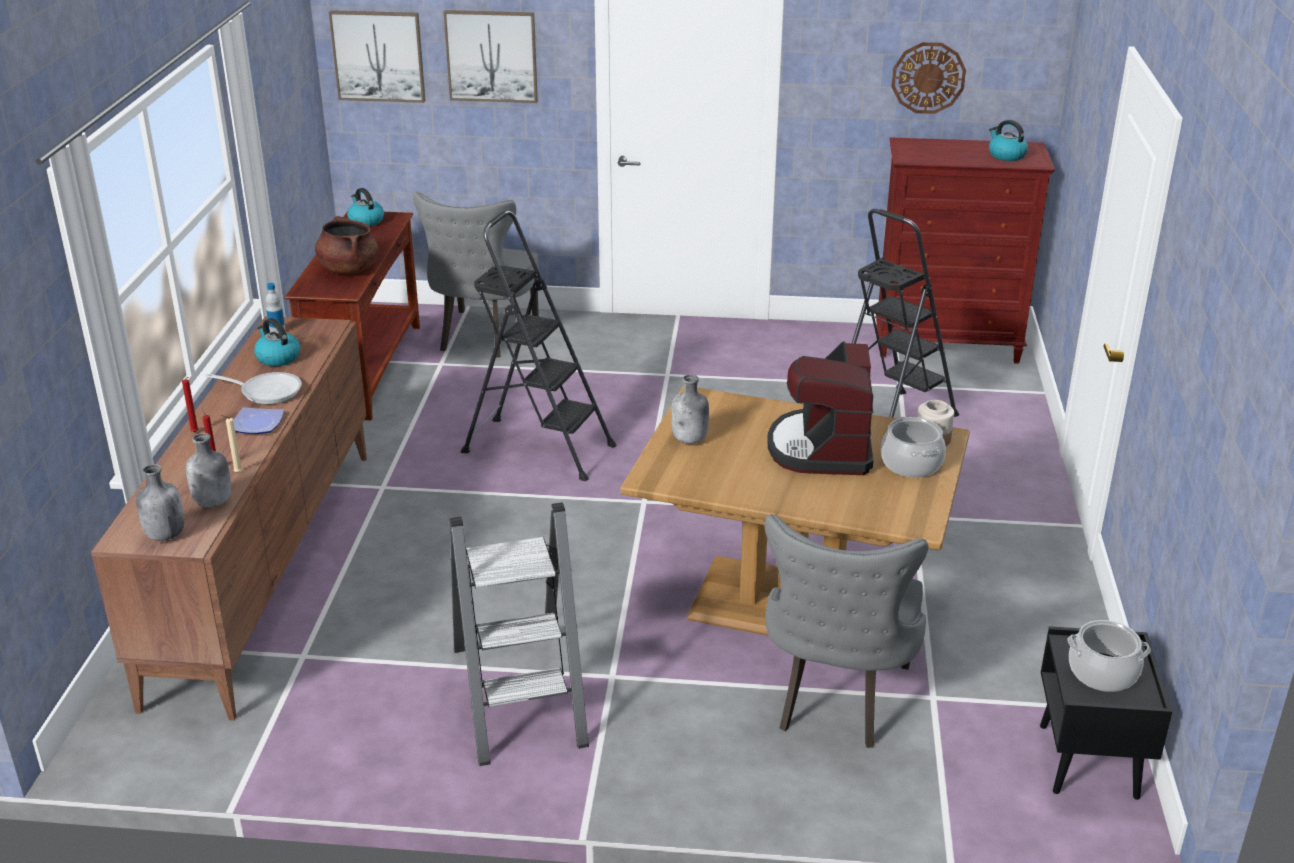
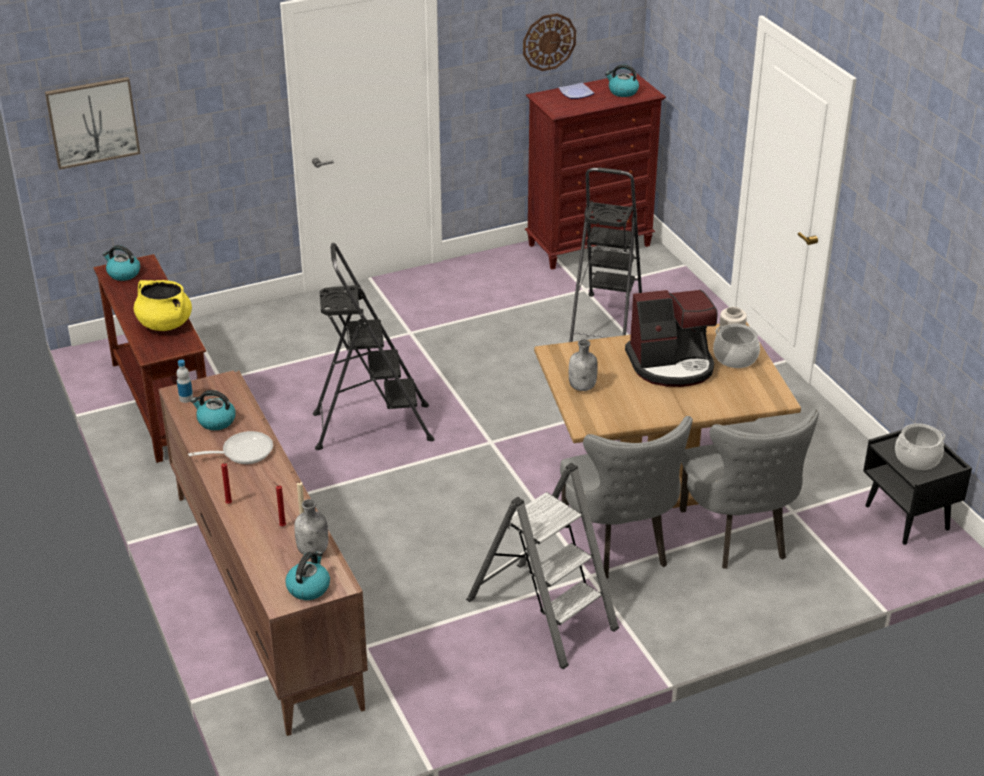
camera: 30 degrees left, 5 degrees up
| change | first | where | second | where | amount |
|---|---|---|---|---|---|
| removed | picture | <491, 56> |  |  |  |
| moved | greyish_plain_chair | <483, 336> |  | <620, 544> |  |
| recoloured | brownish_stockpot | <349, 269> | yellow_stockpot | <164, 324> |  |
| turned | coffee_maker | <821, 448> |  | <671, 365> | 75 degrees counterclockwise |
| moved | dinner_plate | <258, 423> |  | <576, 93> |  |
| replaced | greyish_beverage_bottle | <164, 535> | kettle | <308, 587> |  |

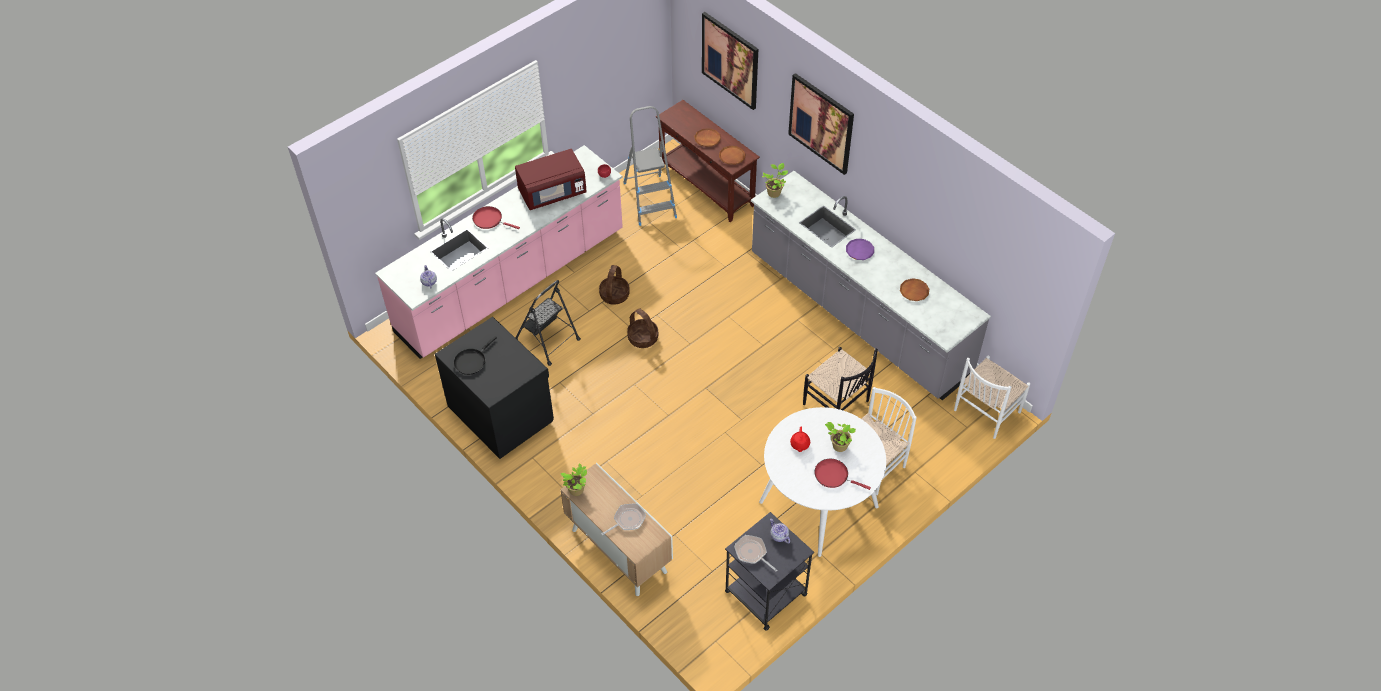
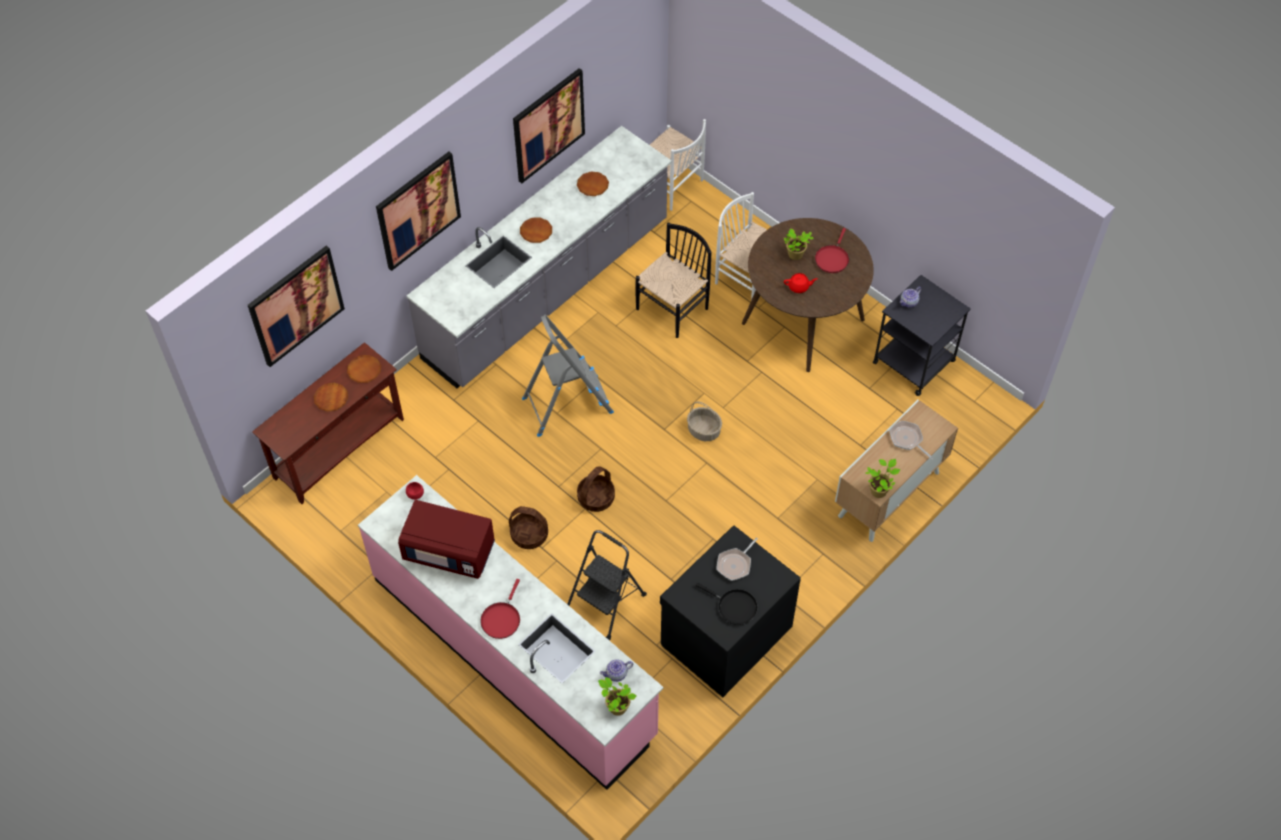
camera: 95 degrees left, 5 degrees up
| change | first | where | second | where | amount |
|---|---|---|---|---|---|
| moved | greyish_step_ladder | <650, 200> |  | <568, 405> |  |
| turned | red_microwave | <552, 193> |  | <449, 551> | 135 degrees clockwise |
| moved | potted_plant | <774, 192> |  | <616, 706> |  |
| recoloured | purple-coloured_dinner_plate | <859, 251> | brownish_dinner_plate | <536, 232> |  |
| recoloured | white-coloured_kitchen_table | <818, 504> | brownish_kitchen_table | <803, 322> |  |
| moved | skillet | <752, 553> |  | <735, 564> |  |
| added |  |  | picture | <548, 125> |  |
| added |  |  | storage_basket | <704, 430> |  |

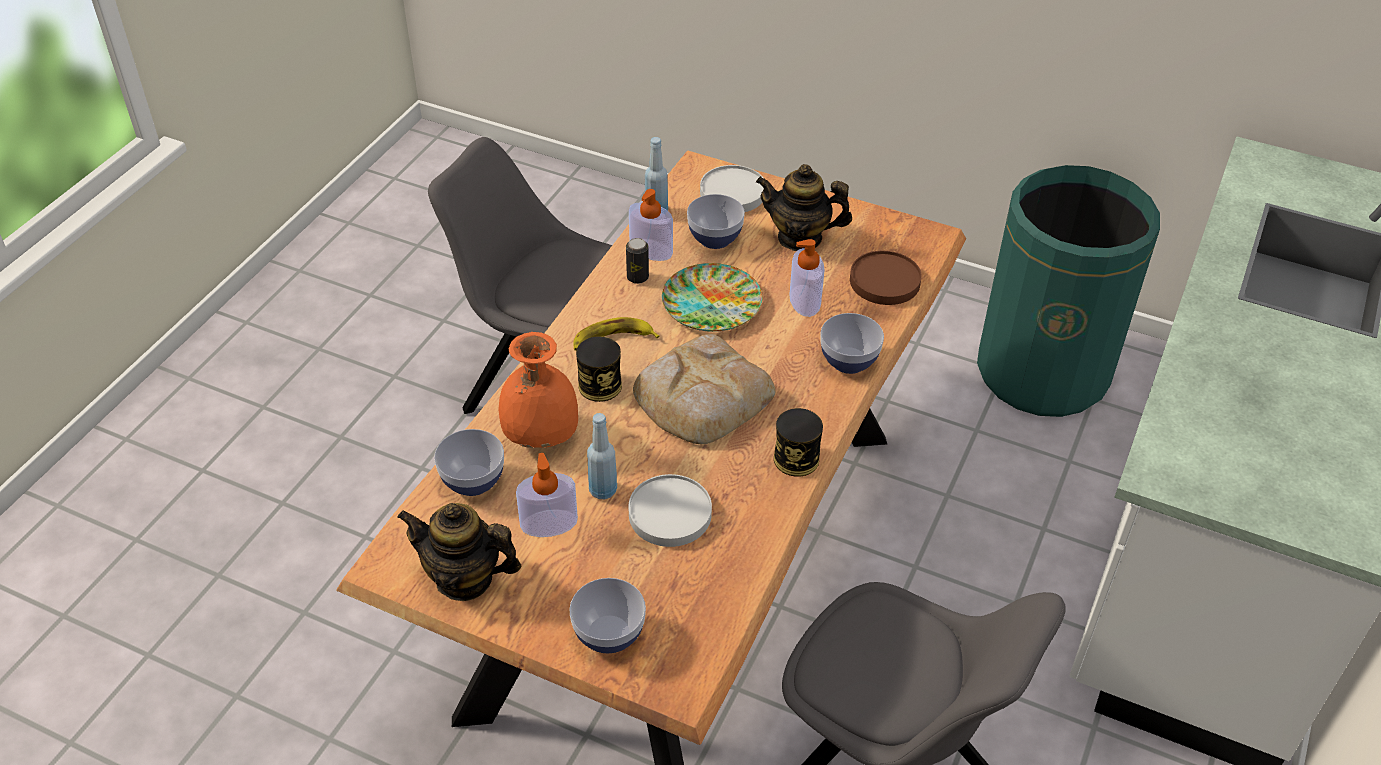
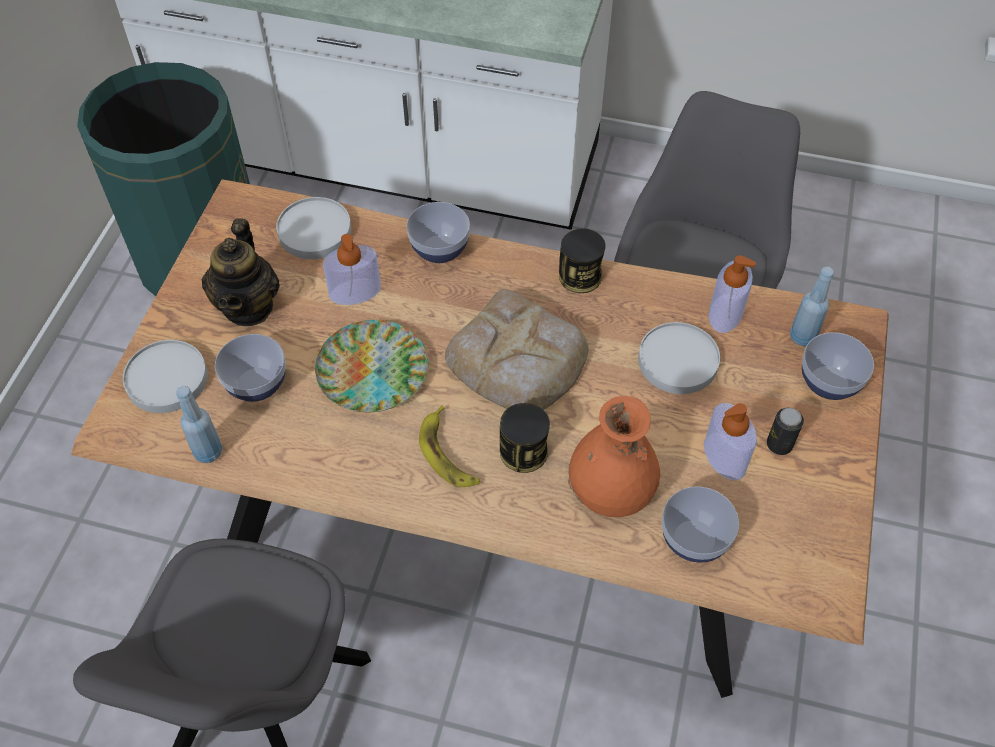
camera: 100 degrees left, 10 degrees up
| change | first | where | second | where | amount |
|---|---|---|---|---|---|
| moved | soap_bottle | <651, 250> |  | <725, 313> |  |
| moved | metal_can | <637, 277> |  | <779, 444> |  |
| recoloured | brownish_dinner_plate | <884, 281> | white-coloured_dinner_plate | <314, 232> |  |
| moved | bluish_beverage_bottle | <603, 490> |  | <802, 337> |  |
| removed | teapot | <464, 578> |  |  |  |

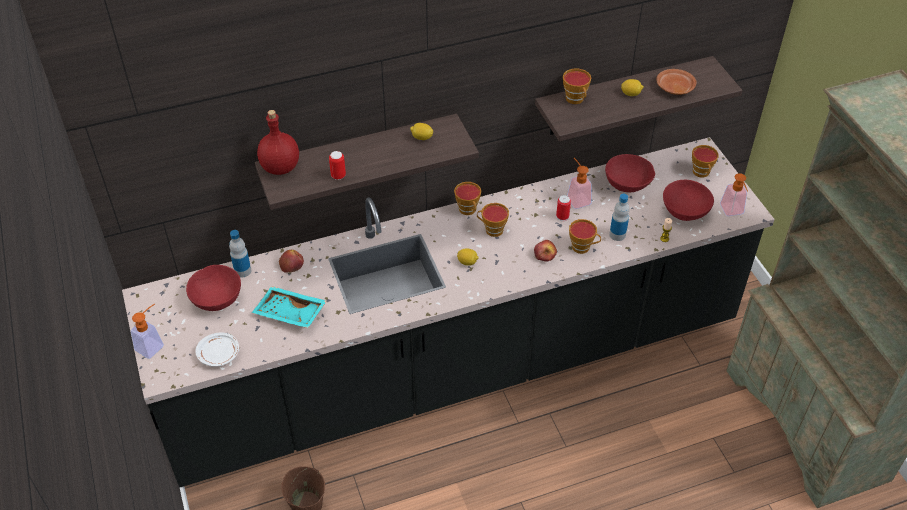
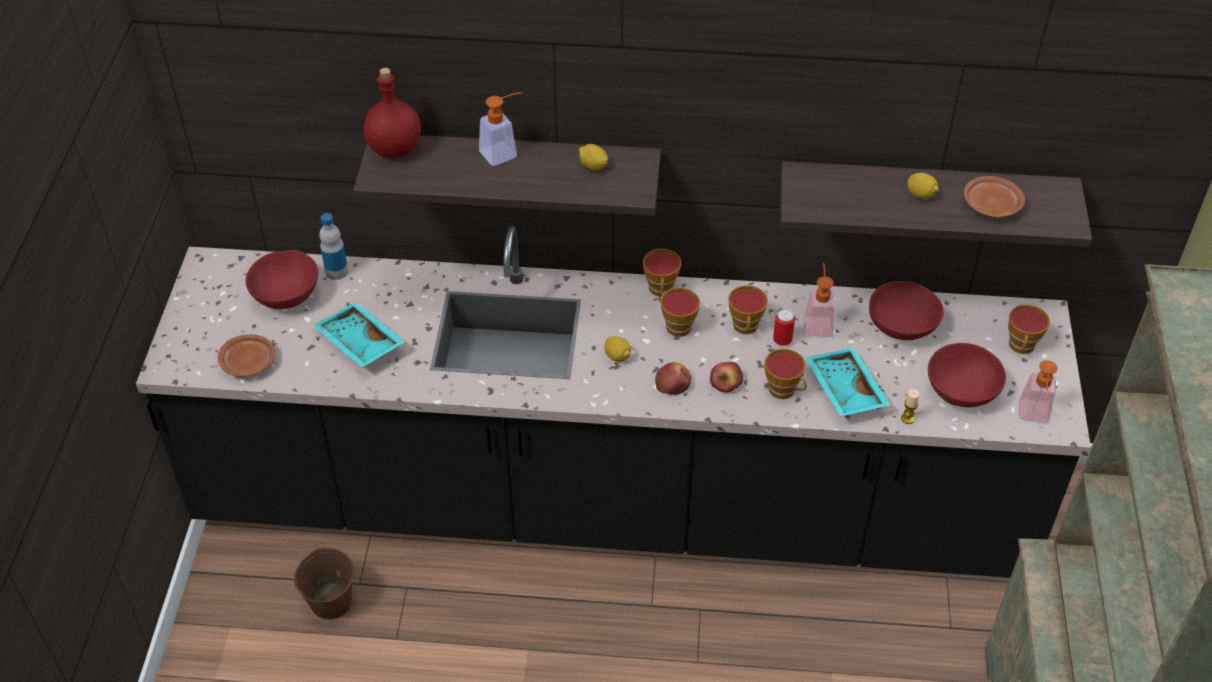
camera: 25 degrees right, 0 degrees up
| change | first | where | second | where | amount |
|---|---|---|---|---|---|
| moved | small_cup | <576, 99> |  | <746, 327> |  |
| removed | metal_can | <338, 176> |  |  |  |
| replaced | beverage_bottle | <617, 235> | turquoise-coloured_carrying_tray | <843, 390> |  |
| moved | apple_fruit | <292, 264> |  | <673, 383> |  |
| moved | soap_bottle | <153, 345> |  | <504, 152> |  |
| recoloured | white-coloured_dinner_plate | <219, 354> | brownish_dinner_plate | <249, 363> |  |

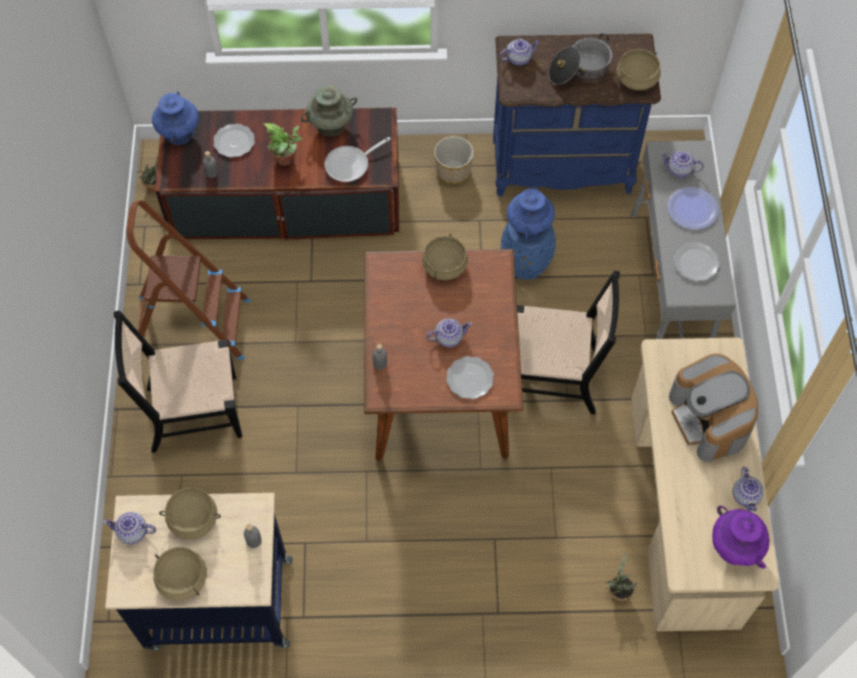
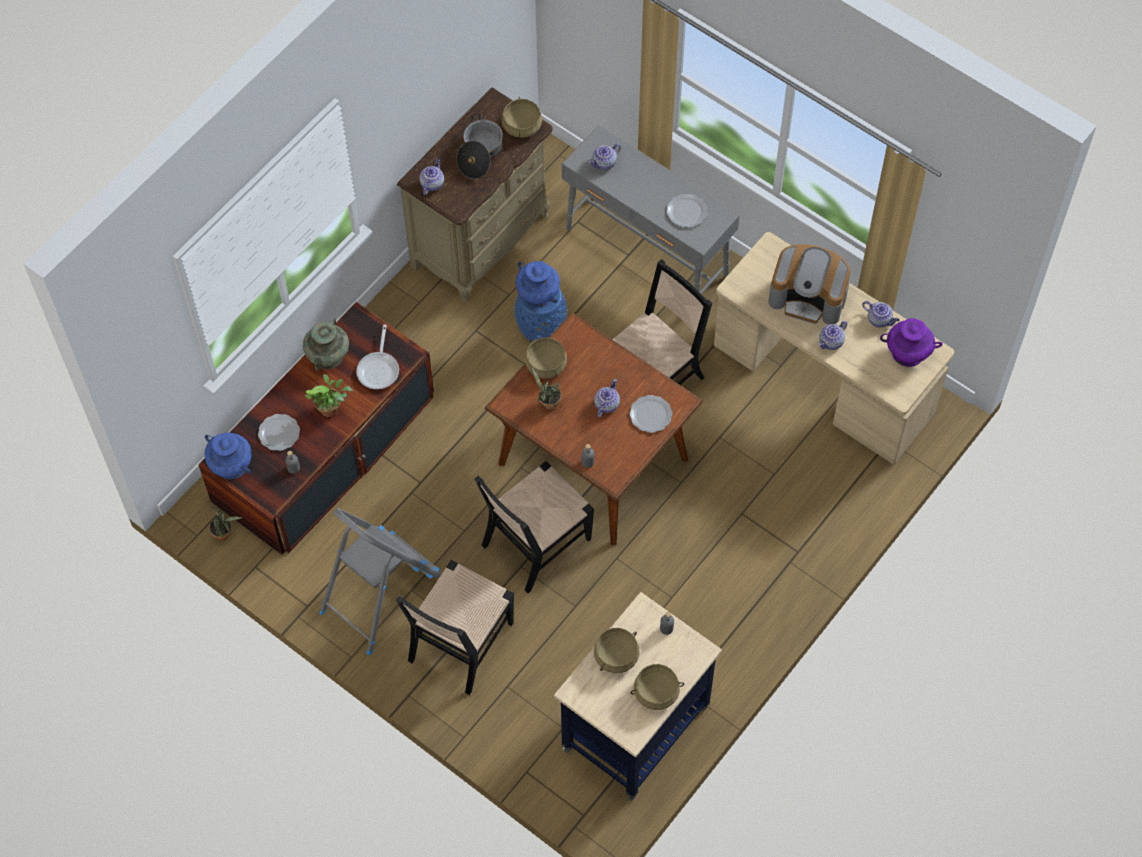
camera: 50 degrees left, 0 degrees up
| change | first | where | second | where | amount |
|---|---|---|---|---|---|
| recoloured | bluish_dresser | <562, 167> | sand-coloured_dresser | <483, 241> |  |
| removed | flower_pot | <453, 171> |  |  |  |
| removed | dinner_plate | <692, 209> |  |  |  |
| recoloured | brownish_step_ladder | <192, 327> | greyish_step_ladder | <384, 594> |  |
| moved | teapot | <133, 532> |  | <831, 341> |  |
| moved | potted_plant | <618, 591> |  | <548, 403> |  |
| added |  |  | plain_chair | <536, 543> |  |

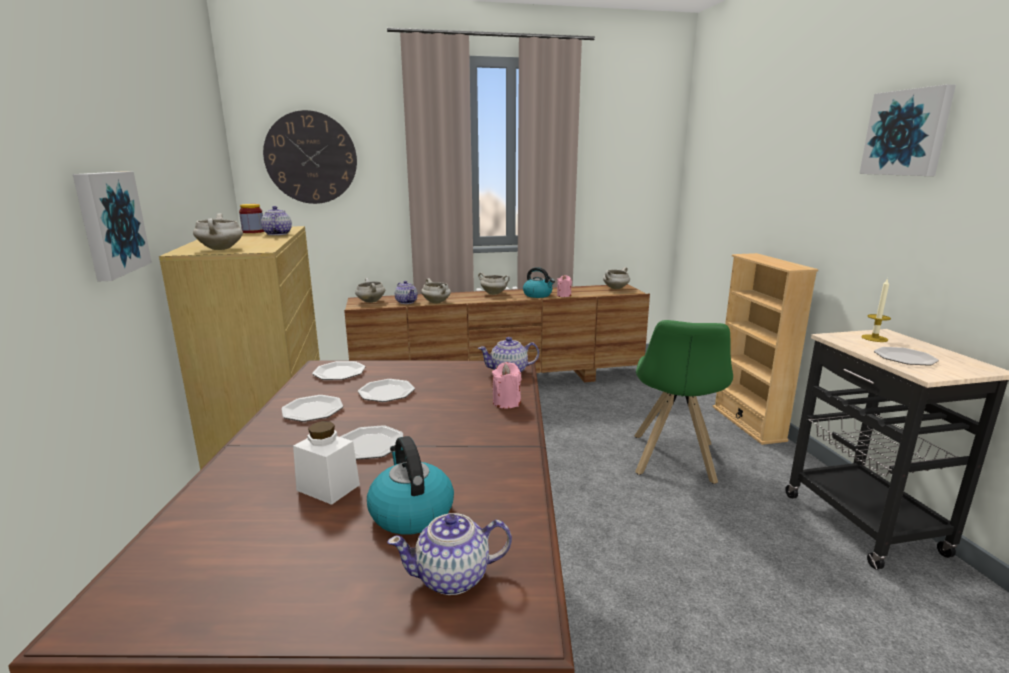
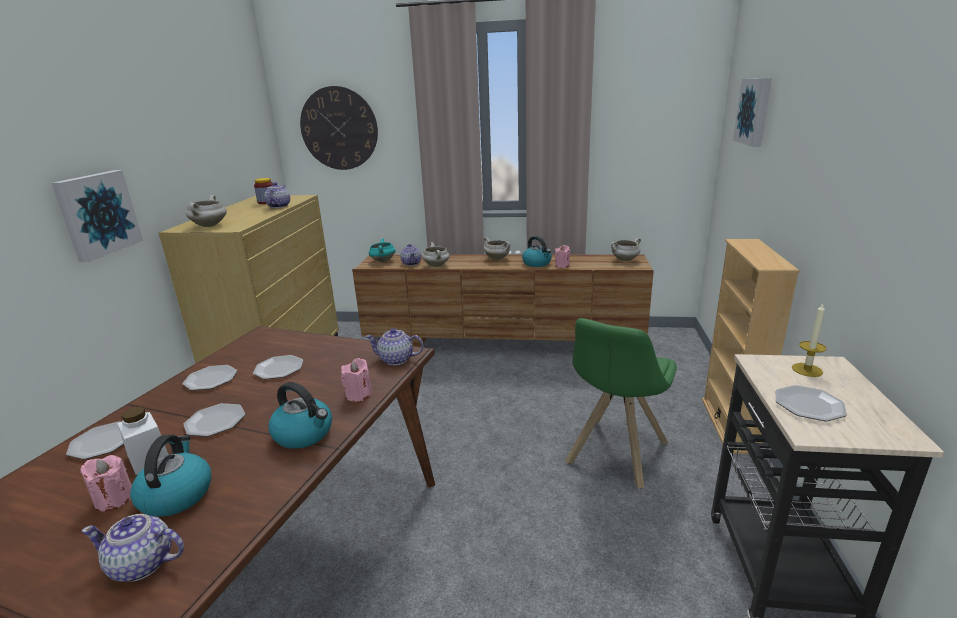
camera: 20 degrees right, 5 degrees up
| change | first | where | second | where | amount |
|---|---|---|---|---|---|
| moved | picture | <907, 133> |  | <755, 111> |  |
| recoloured | white-coloured_stockpot | <370, 301> | turquoise-coloured_stockpot | <382, 260> |  |
| moved | dinner_plate | <339, 372> |  | <104, 442> |  |
| added |  |  | kettle | <304, 434> |  |
| added |  |  | pink_wax_light | <114, 499> |  |

